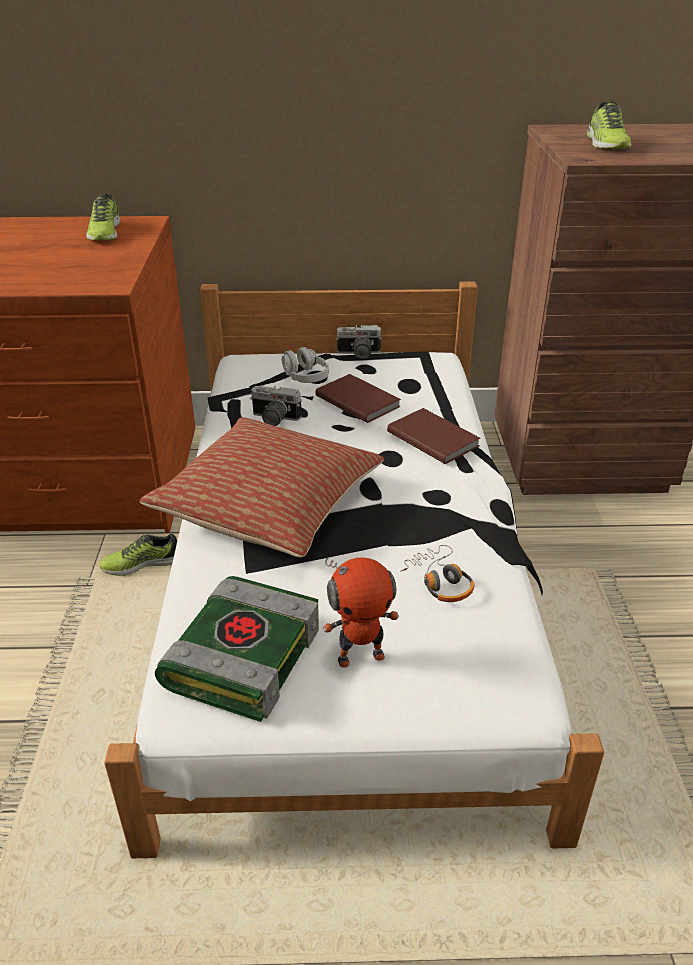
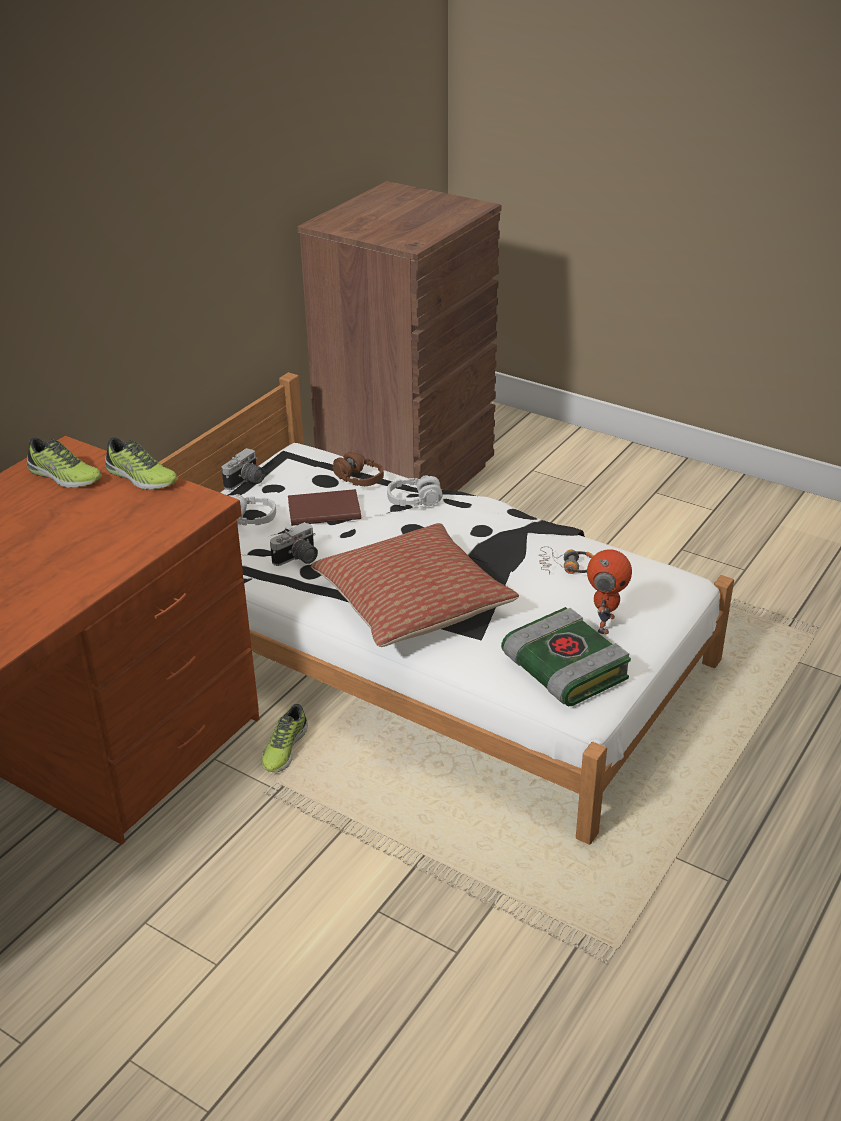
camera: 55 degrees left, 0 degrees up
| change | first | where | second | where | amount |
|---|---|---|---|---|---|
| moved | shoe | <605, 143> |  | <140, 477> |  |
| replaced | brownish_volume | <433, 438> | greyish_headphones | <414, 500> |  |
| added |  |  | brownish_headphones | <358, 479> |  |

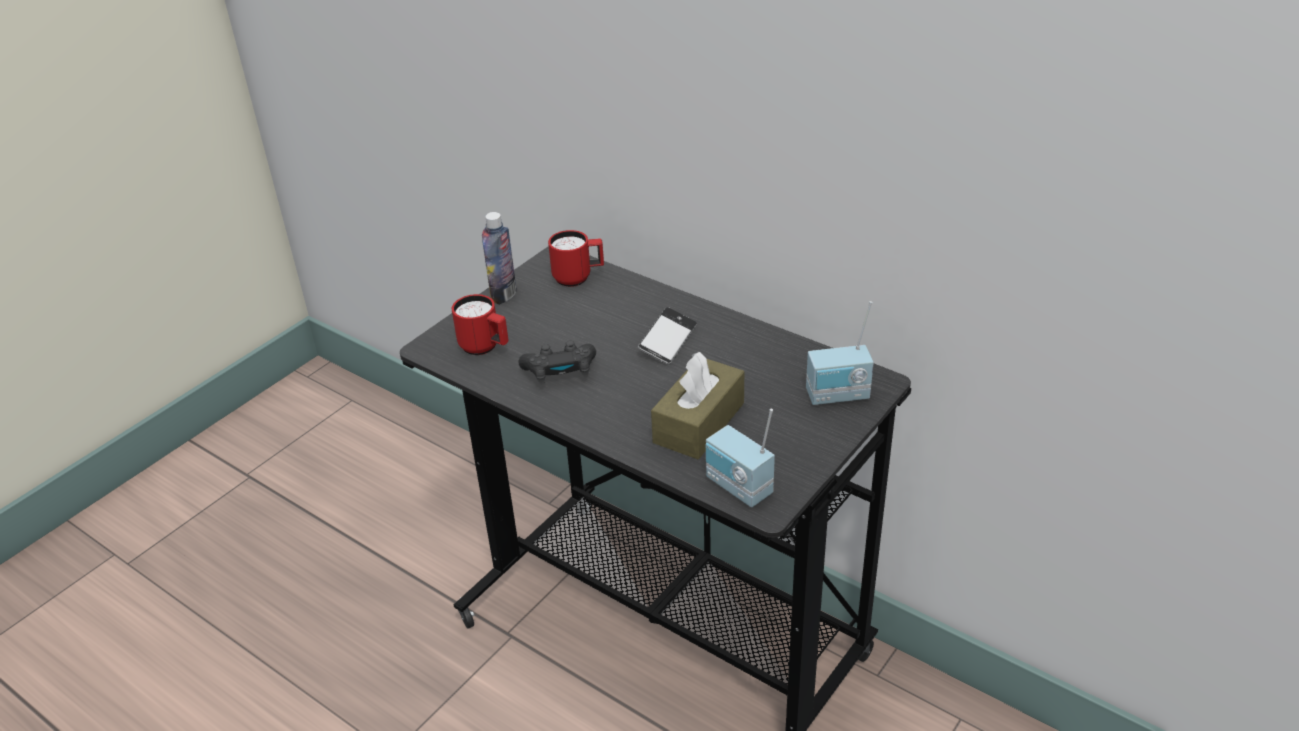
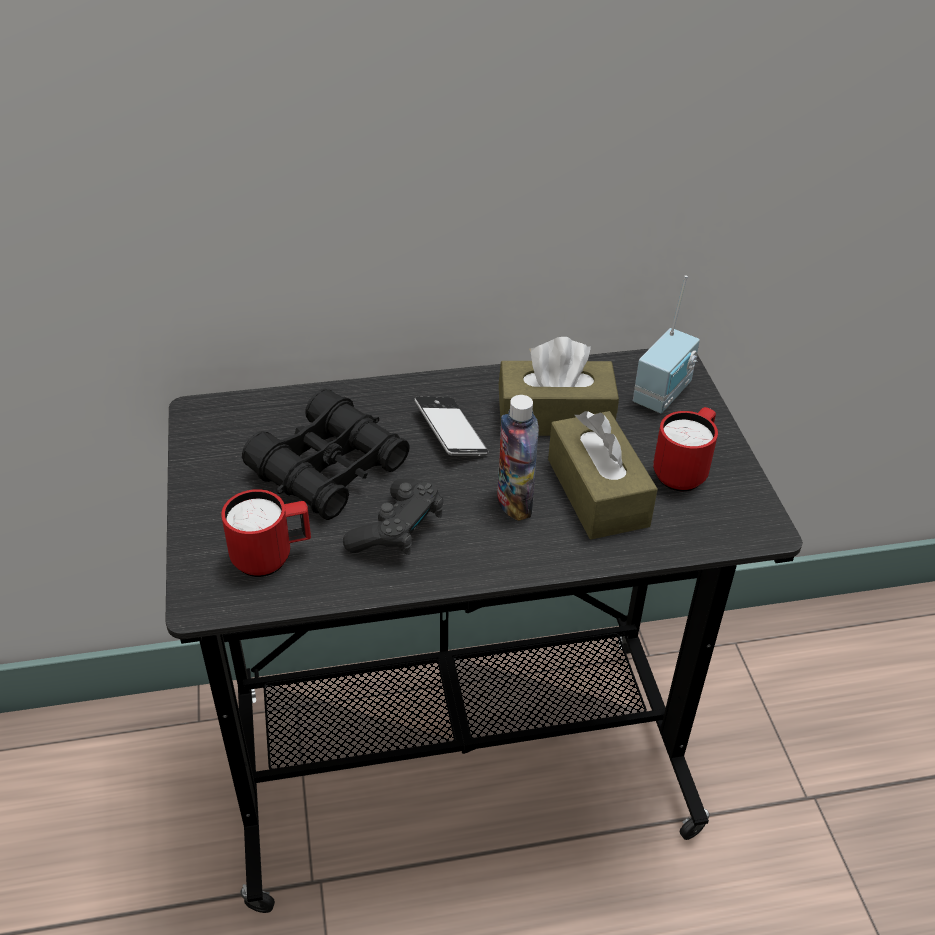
camera: 50 degrees left, 5 degrees up
| change | first | where | second | where | amount |
|---|---|---|---|---|---|
| moved | beverage_bottle | <503, 295> |  | <514, 503> |  |
| moved | red_mug | <578, 278> |  | <683, 472> |  |
| removed | radio_receiver | <737, 488> |  |  |  |
| added |  |  | brownish_box_of_tissues | <555, 417> |  |
| added |  |  | black-coloured_pair_of_binoculars | <329, 468> |  |

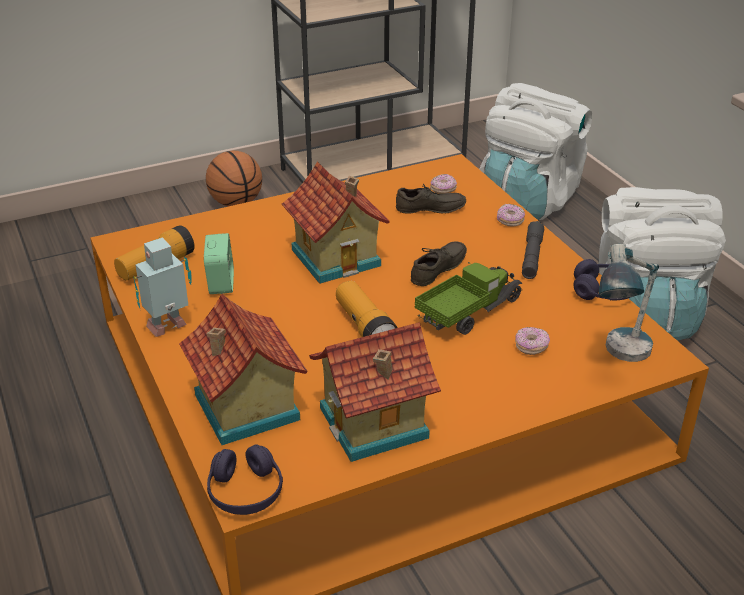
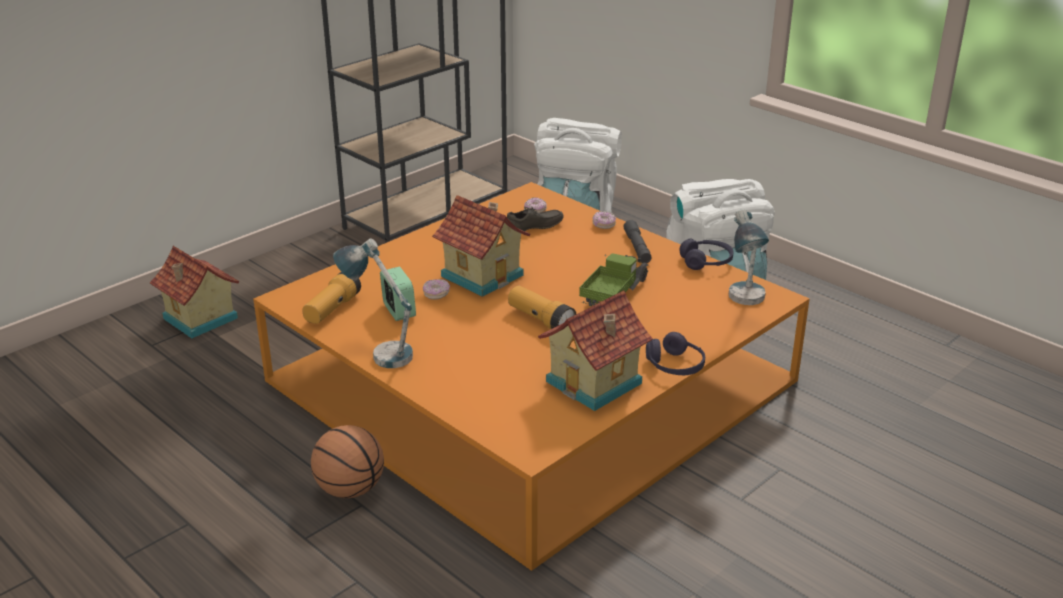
camera: 20 degrees left, 5 degrees down
| change | first | where | second | where | amount |
|---|---|---|---|---|---|
| moved | ball_for_basketball | <236, 203> |  | <350, 489> |  |
| replaced | toy_robot | <169, 327> | tabletop_lamp | <380, 351> |  |
| removed | greyish_shoe | <440, 270> |  |  |  |
| moved | model_house | <244, 408> |  | <199, 319> |  |
| moved | ring_doughnut | <531, 347> |  | <436, 294> |  |
| moved | purple-coloured_headphones | <245, 492> |  | <675, 365> |  |

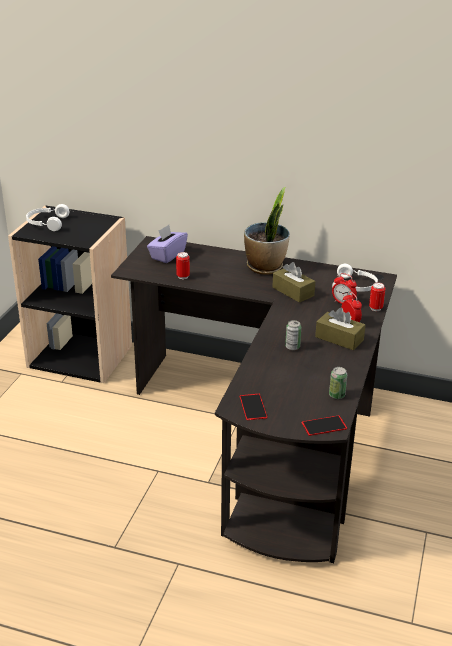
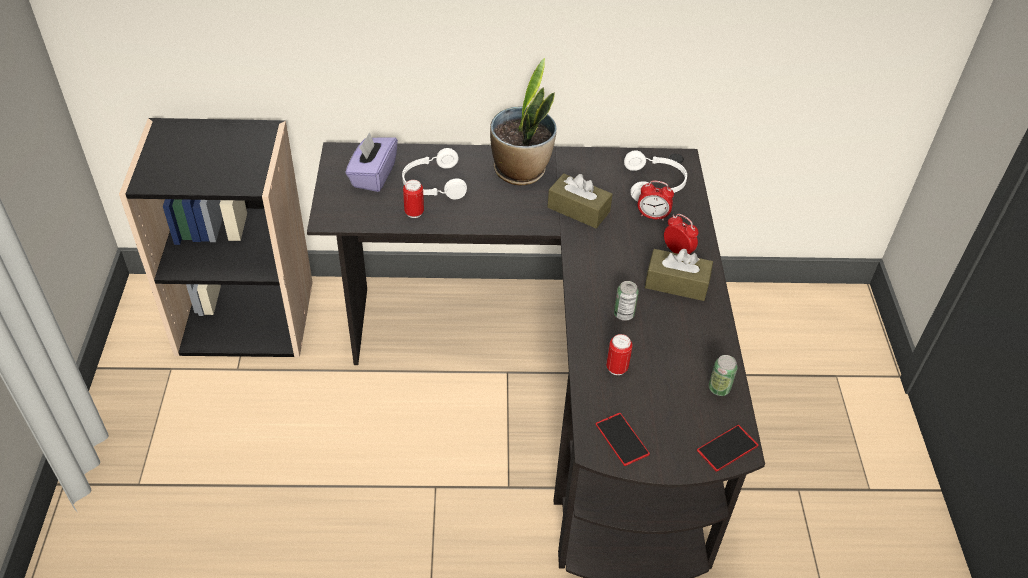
camera: 20 degrees left, 15 degrees up
| change | first | where | second | where | amount |
|---|---|---|---|---|---|
| moved | white-coloured_headphones | <47, 223> |  | <433, 184> |  |
| moved | metal_can | <375, 308> |  | <616, 368> |  |

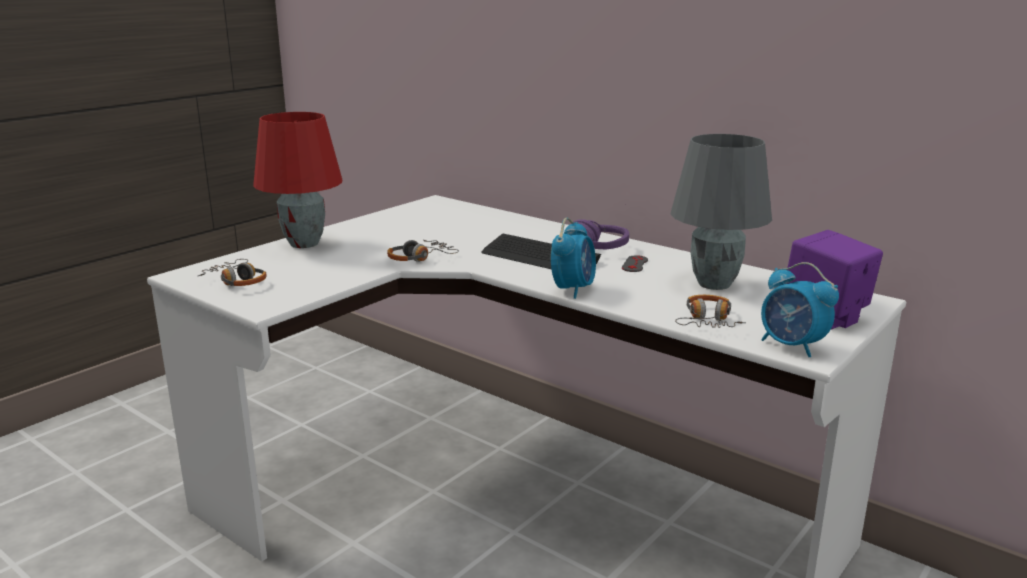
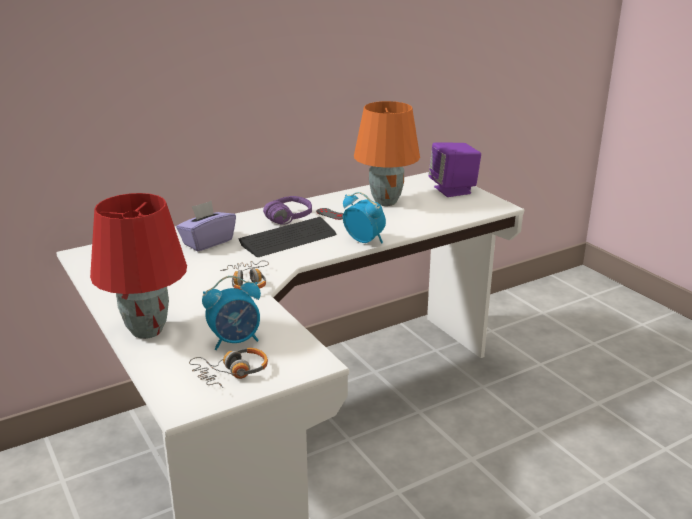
camera: 70 degrees left, 5 degrees up
| change | first | where | second | where | amount |
|---|---|---|---|---|---|
| recoloured | greyish_tabletop_lamp | <715, 284> | orangey_tabletop_lamp | <385, 202> |  |
| moved | bedside_clock | <792, 346> |  | <235, 341> |  |
| removed | headphones | <707, 321> |  |  |  |
| added |  |  | purple-coloured_box_of_tissues | <207, 242> |  |

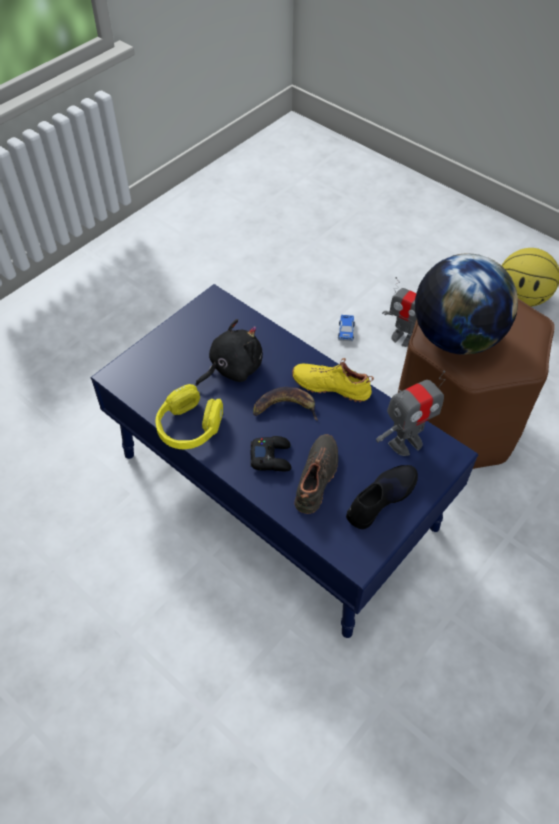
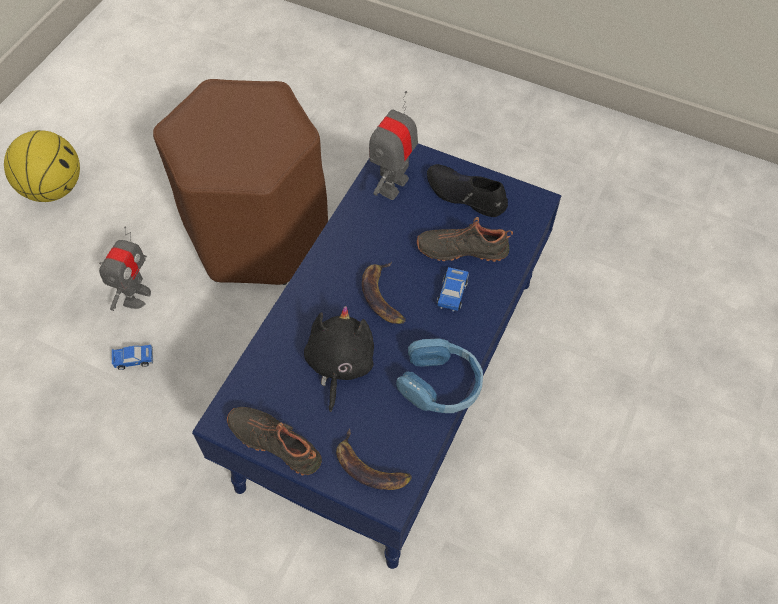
camera: 105 degrees left, 5 degrees up
| change | first | where | second | where | amount |
|---|---|---|---|---|---|
| removed | globe | <455, 338> |  |  |  |
| turned | black-coloured_plush_toy | <232, 368> |  | <339, 364> | 60 degrees clockwise |
| removed | yellow_shoe | <331, 385> |  |  |  |
| turned | toy_robot | <405, 442> |  | <393, 185> | 105 degrees counterclockwise |
| recoloured | yellow_headphones | <189, 427> | bluish_headphones | <440, 384> |  |
| replaced | black-coloured_game_controller | <271, 457> | miniature_car | <452, 294> |  |
| added |  |  | black-coloured_shoe | <276, 441> |  |
| added |  |  | banana | <369, 467> |  |

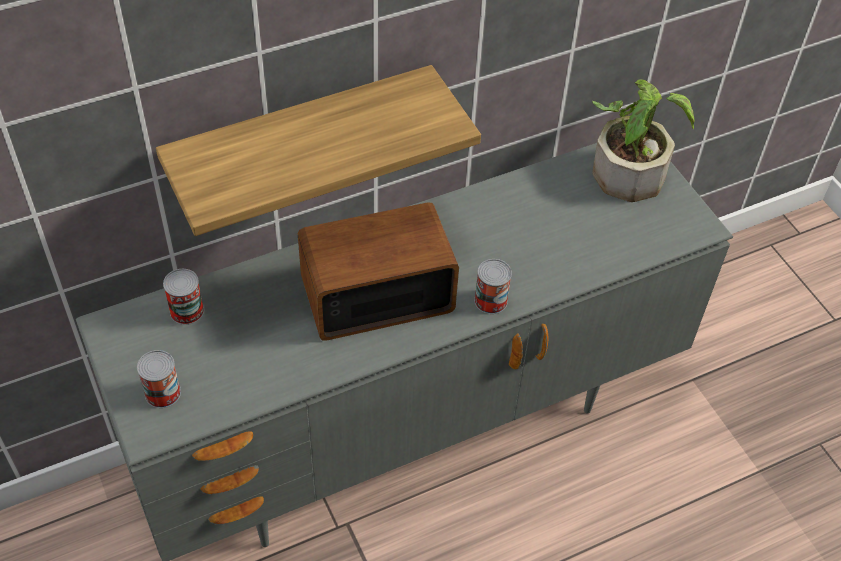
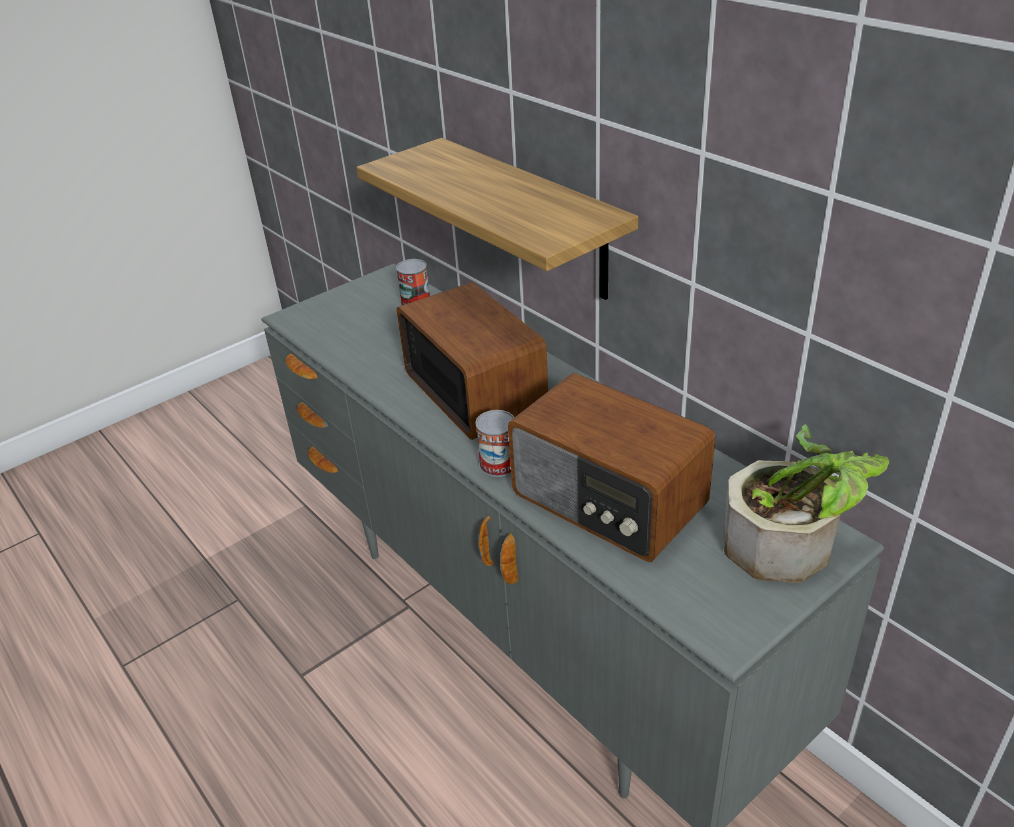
camera: 80 degrees right, 15 degrees down
| change | first | where | second | where | amount |
|---|---|---|---|---|---|
| removed | metal_can | <163, 393> |  |  |  |
| added |  |  | radio_receiver | <607, 501> |  |

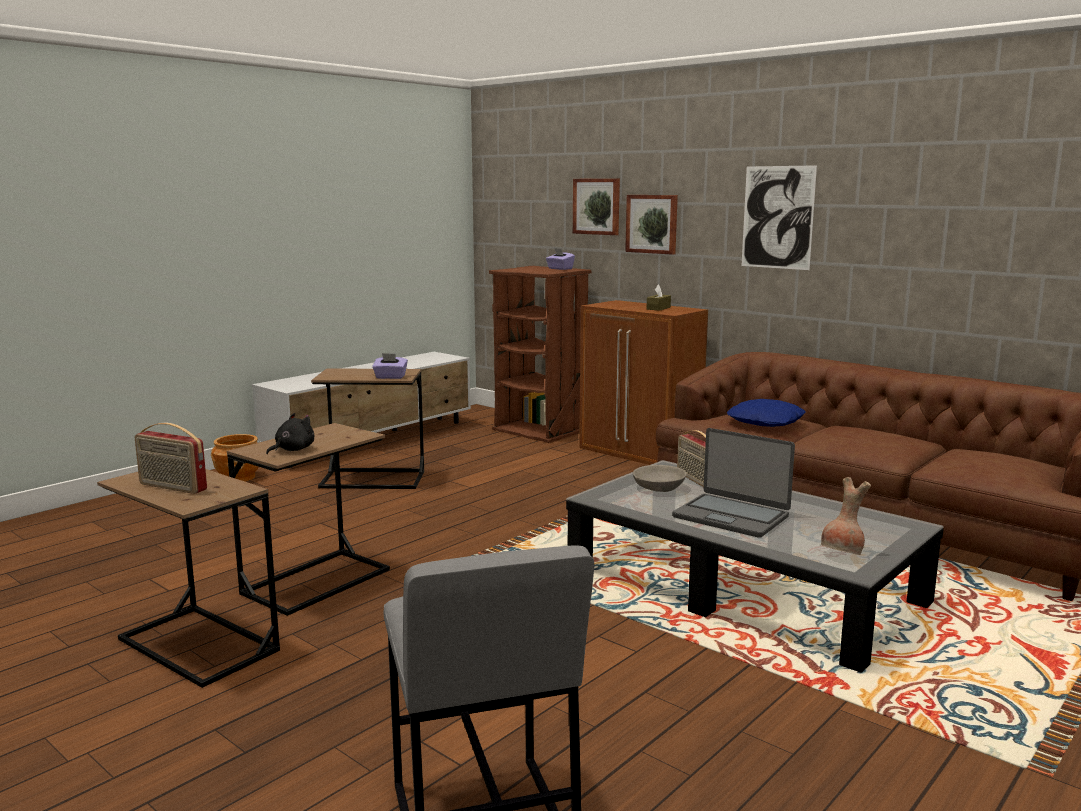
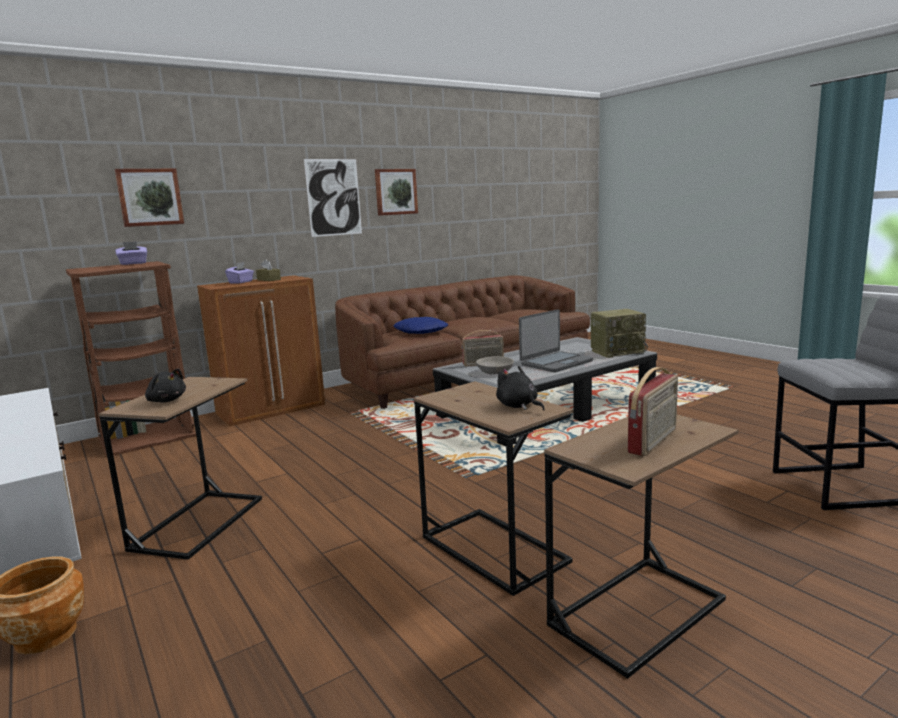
camera: 75 degrees left, 0 degrees up
| change | first | where | second | where | amount |
|---|---|---|---|---|---|
| moved | picture | <652, 224> |  | <395, 192> |  |
| moved | purple-coloured_box_of_tissues | <390, 377> |  | <241, 282> |  |
| replaced | brownish_flower_vase | <843, 555> | radio_receiver | <617, 352> |  |
| added |  |  | black-coloured_plush_toy | <166, 400> |  |

